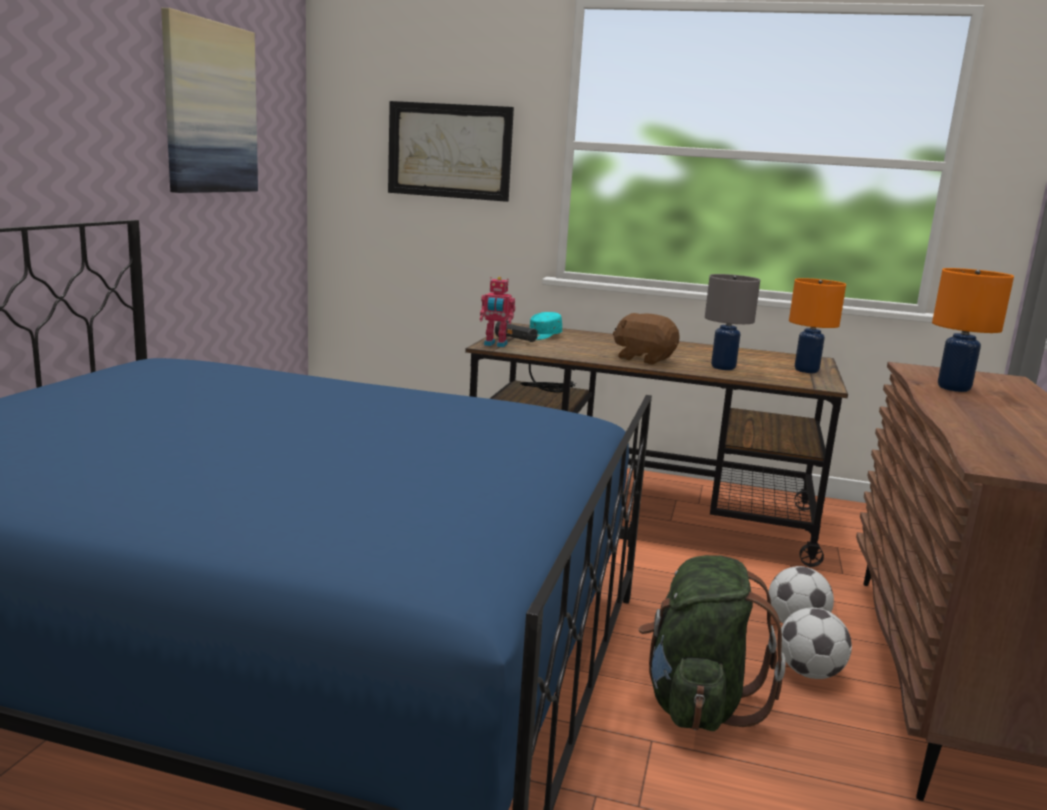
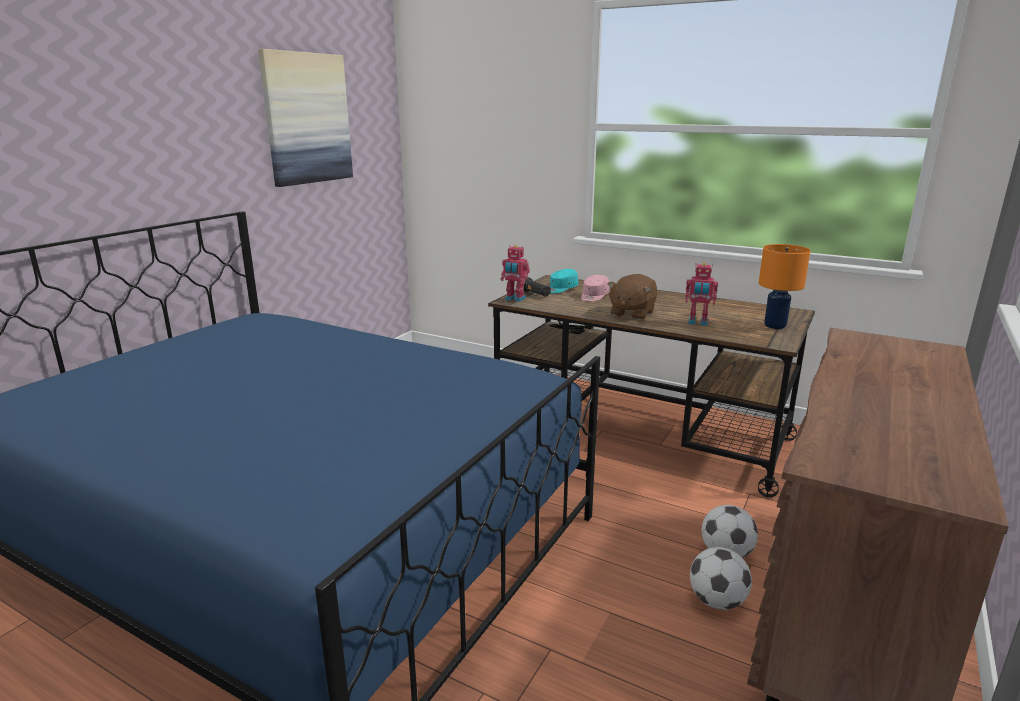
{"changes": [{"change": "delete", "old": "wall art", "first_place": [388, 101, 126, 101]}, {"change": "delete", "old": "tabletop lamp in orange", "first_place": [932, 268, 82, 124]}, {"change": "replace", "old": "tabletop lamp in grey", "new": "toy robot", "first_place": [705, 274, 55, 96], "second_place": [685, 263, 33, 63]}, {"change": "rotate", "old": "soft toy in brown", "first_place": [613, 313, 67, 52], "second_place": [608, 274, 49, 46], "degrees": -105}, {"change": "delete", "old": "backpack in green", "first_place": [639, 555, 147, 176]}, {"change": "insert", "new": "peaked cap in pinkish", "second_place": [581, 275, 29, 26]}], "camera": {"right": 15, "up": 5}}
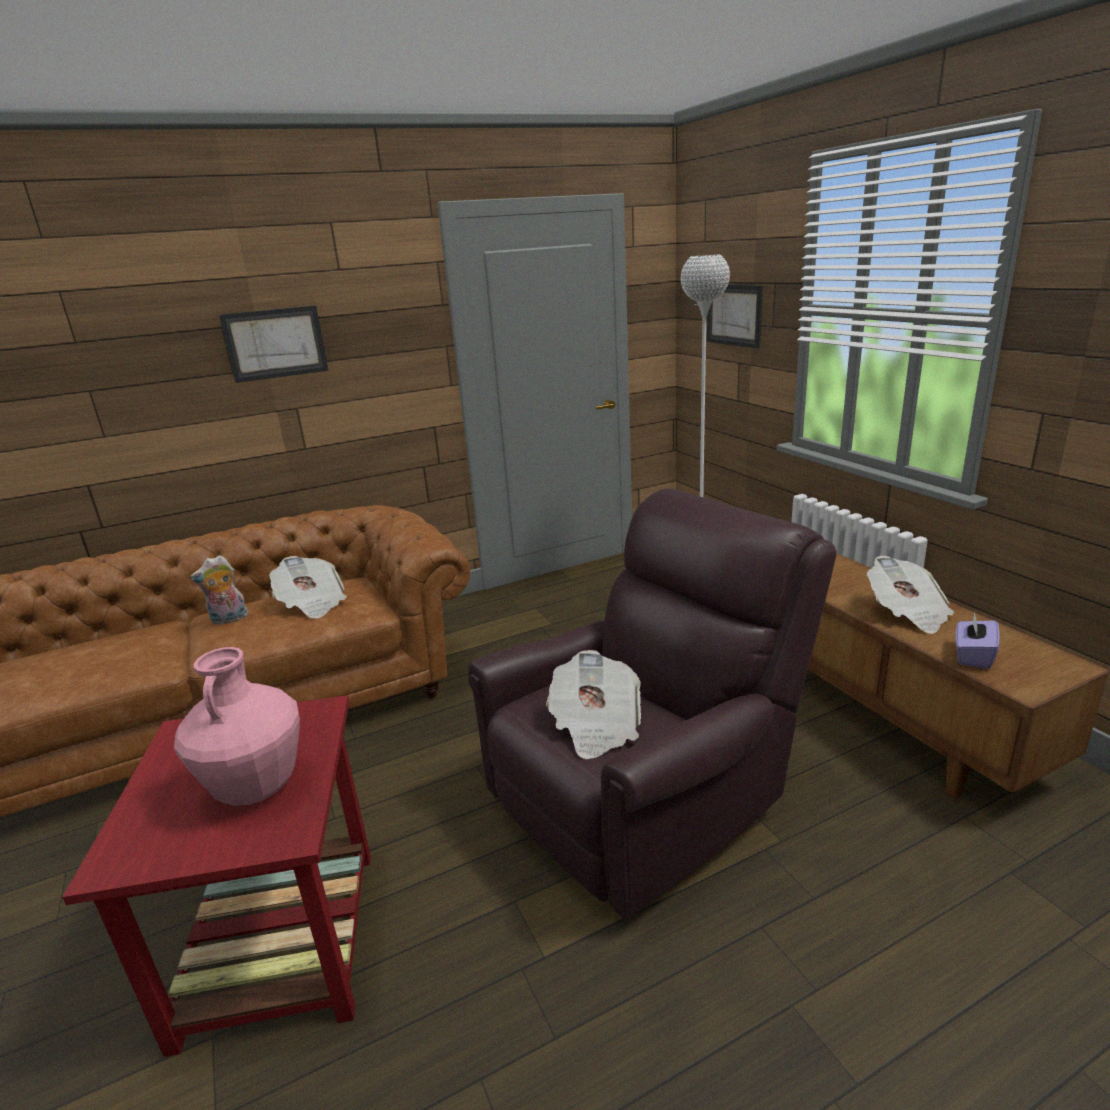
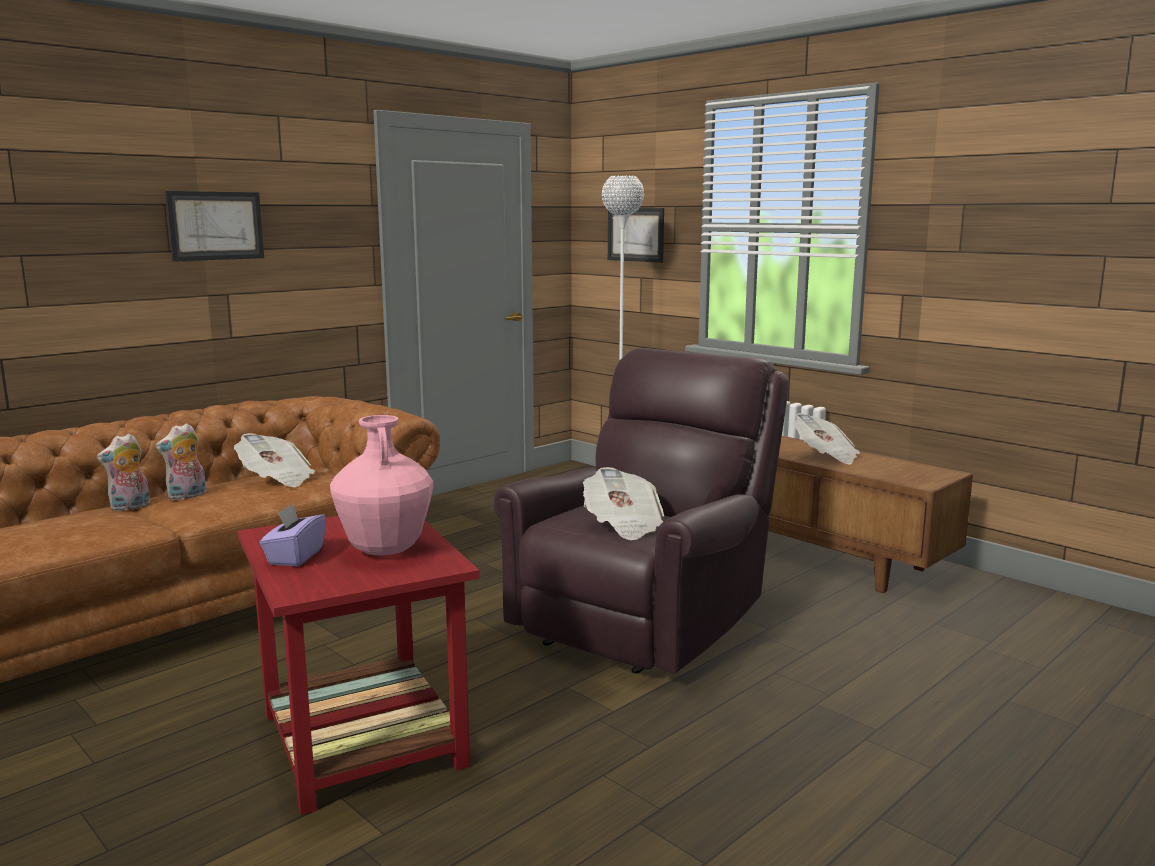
{"changes": [{"change": "move", "old": "tissue box in purple-coloured", "first_place": [956, 612, 44, 57], "second_place": [260, 504, 66, 62]}, {"change": "insert", "new": "soft toy", "second_place": [97, 434, 53, 77]}], "camera": {"right": -20, "up": -10}}
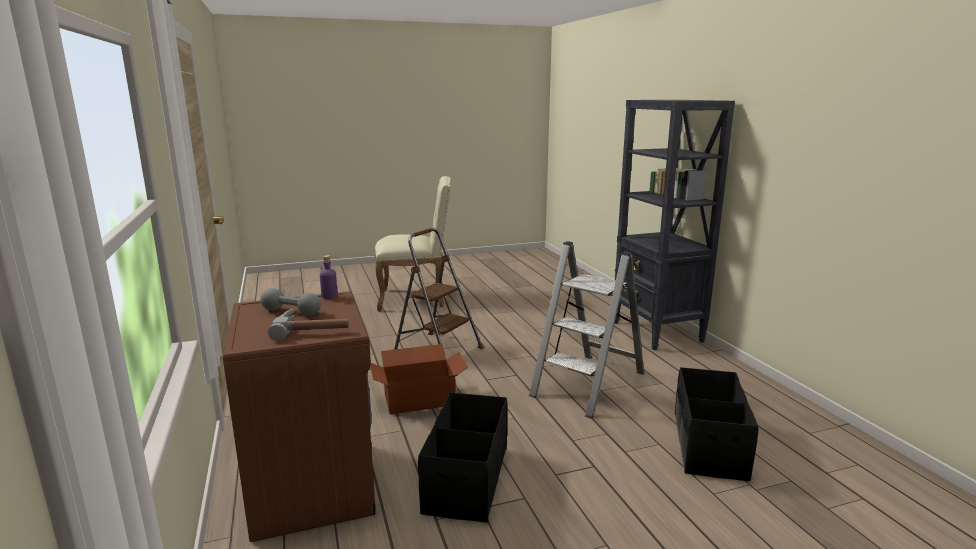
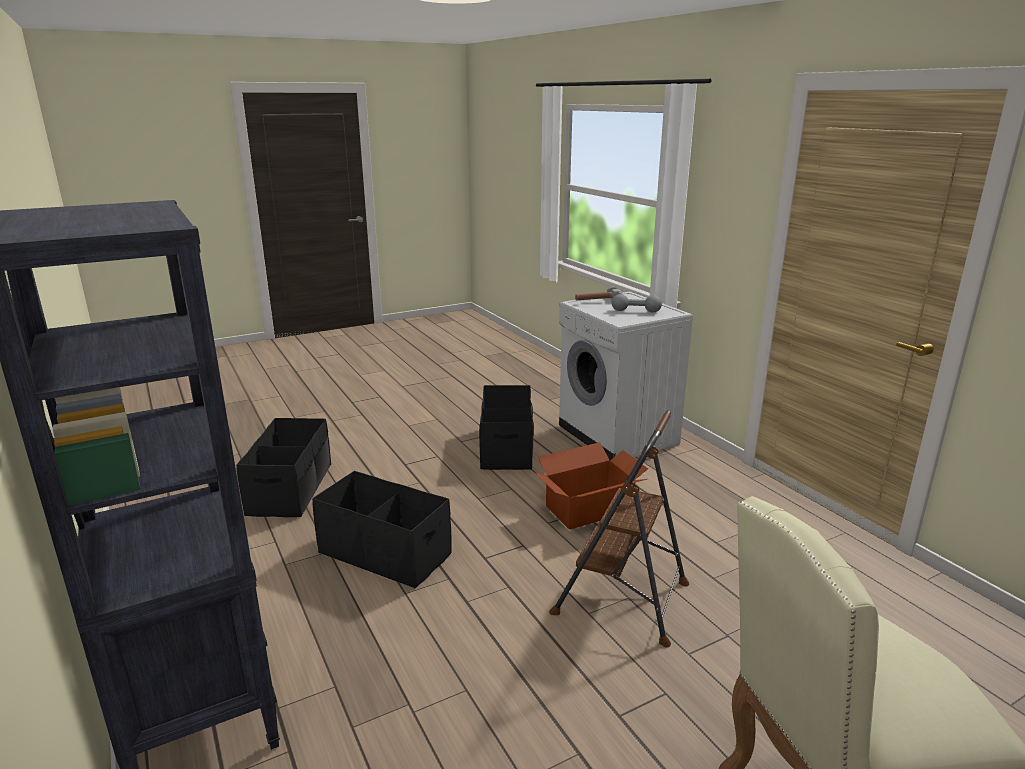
{"changes": [{"change": "replace", "old": "step stool in grey", "new": "storage container in blackish", "first_place": [529, 241, 115, 178], "second_place": [312, 471, 140, 118]}, {"change": "delete", "old": "bottle in purple-coloured", "first_place": [320, 255, 18, 44]}, {"change": "recolor", "old": "washing machine in brown", "new": "washing machine in white-coloured", "first_place": [223, 291, 153, 251], "second_place": [559, 291, 134, 169]}], "camera": {"right": 170, "up": 5}}
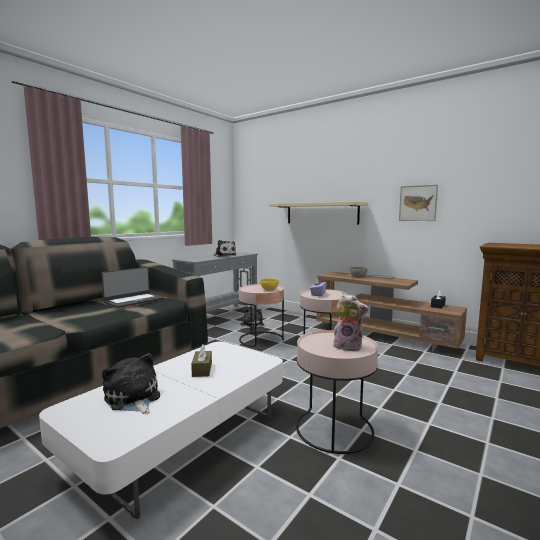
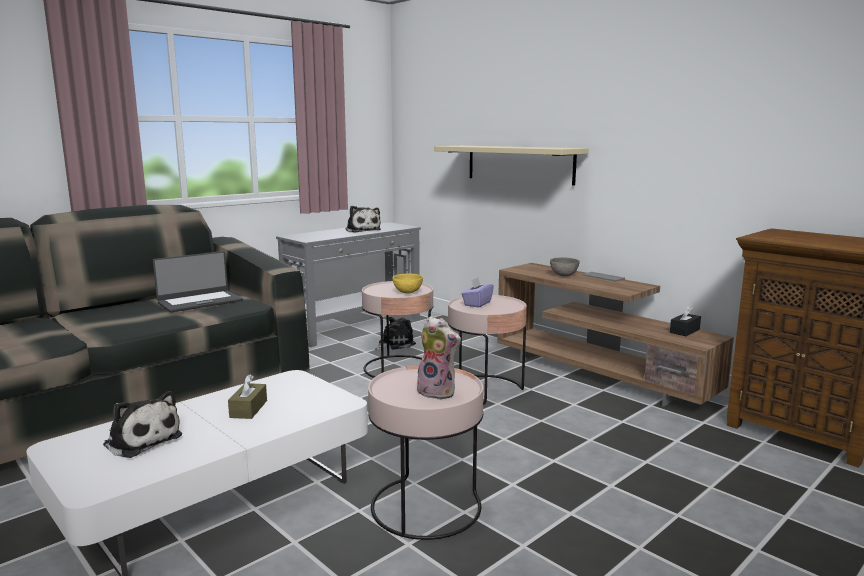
{"changes": [{"change": "delete", "old": "wall art", "first_place": [399, 185, 39, 36]}, {"change": "rotate", "old": "soft toy", "first_place": [102, 353, 58, 61], "second_place": [103, 391, 79, 67], "degrees": 150}], "camera": {"right": 10, "up": 5}}
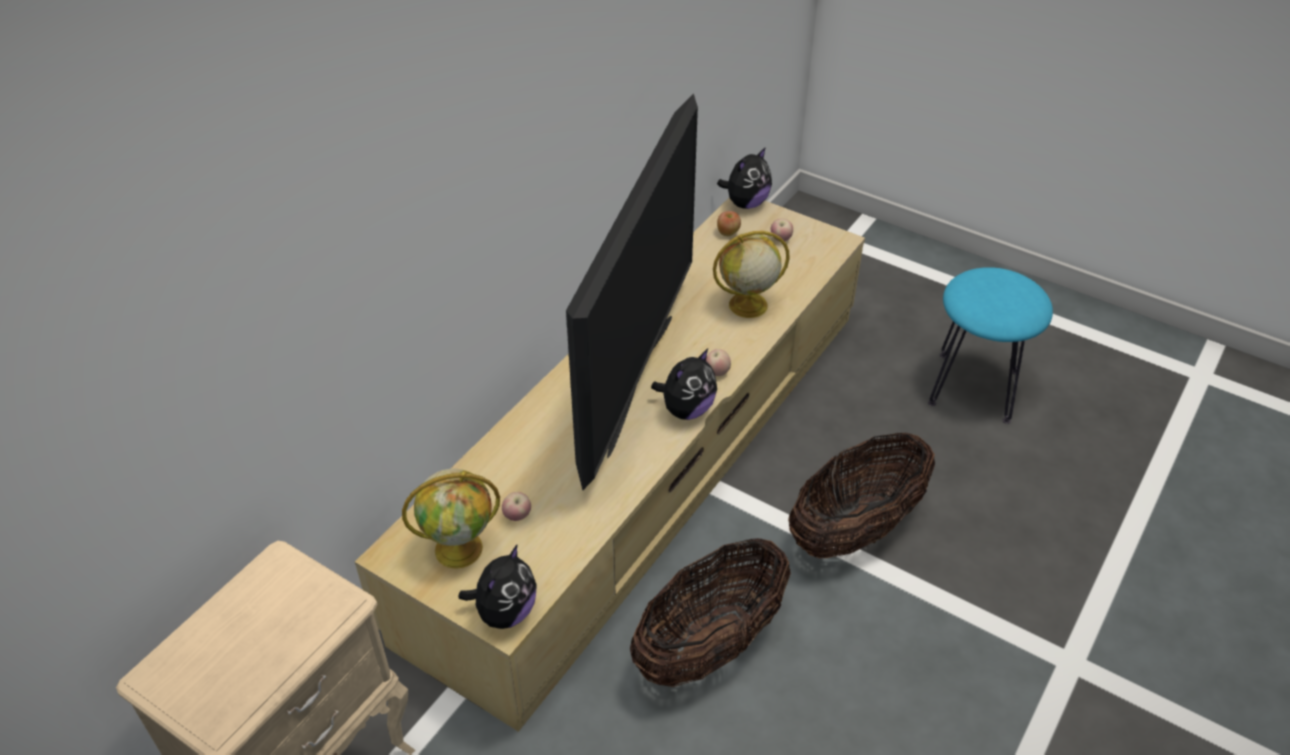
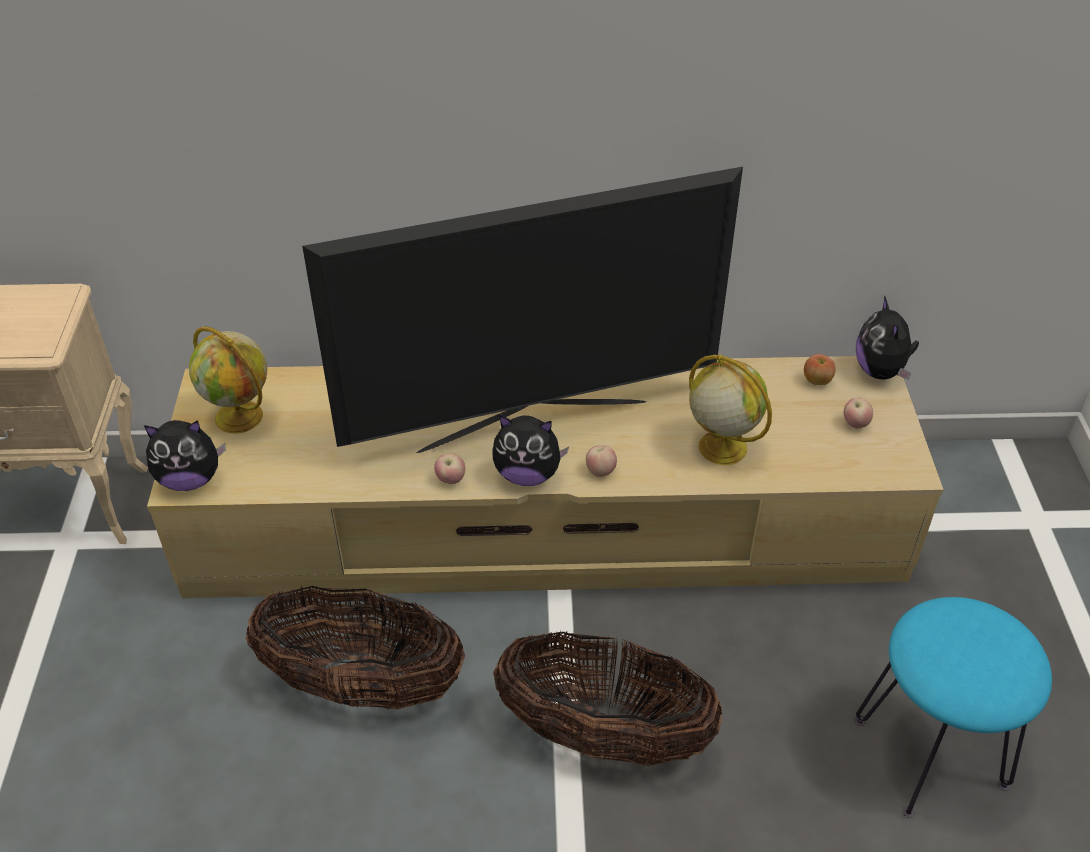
{"changes": [{"change": "rotate", "old": "soft toy", "first_place": [717, 147, 55, 62], "second_place": [856, 296, 63, 84], "degrees": 75}, {"change": "move", "old": "apple fruit", "first_place": [502, 492, 29, 29], "second_place": [434, 453, 31, 31]}], "camera": {"right": 55, "up": 0}}
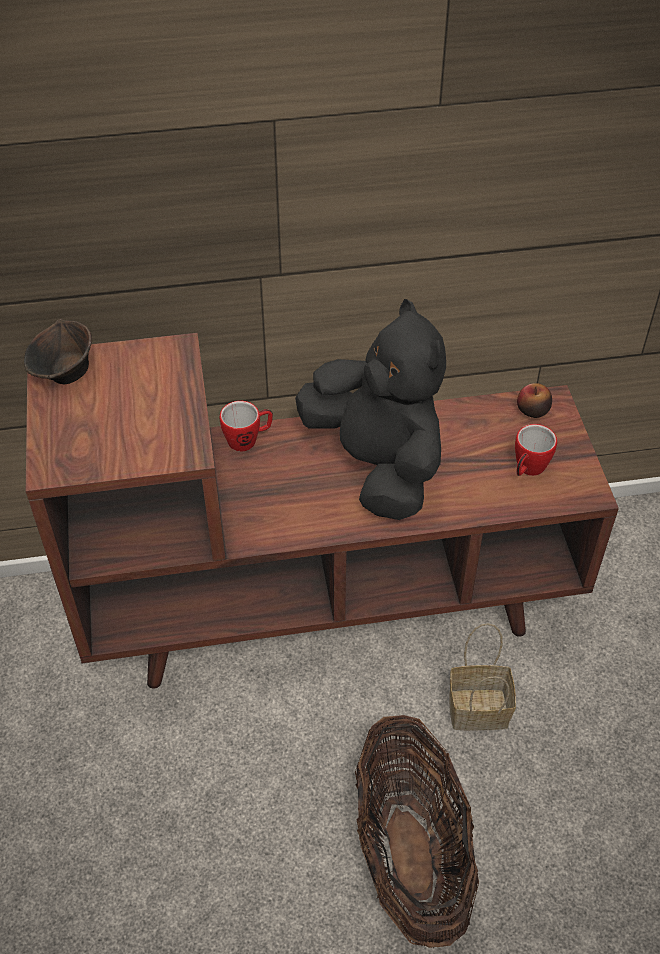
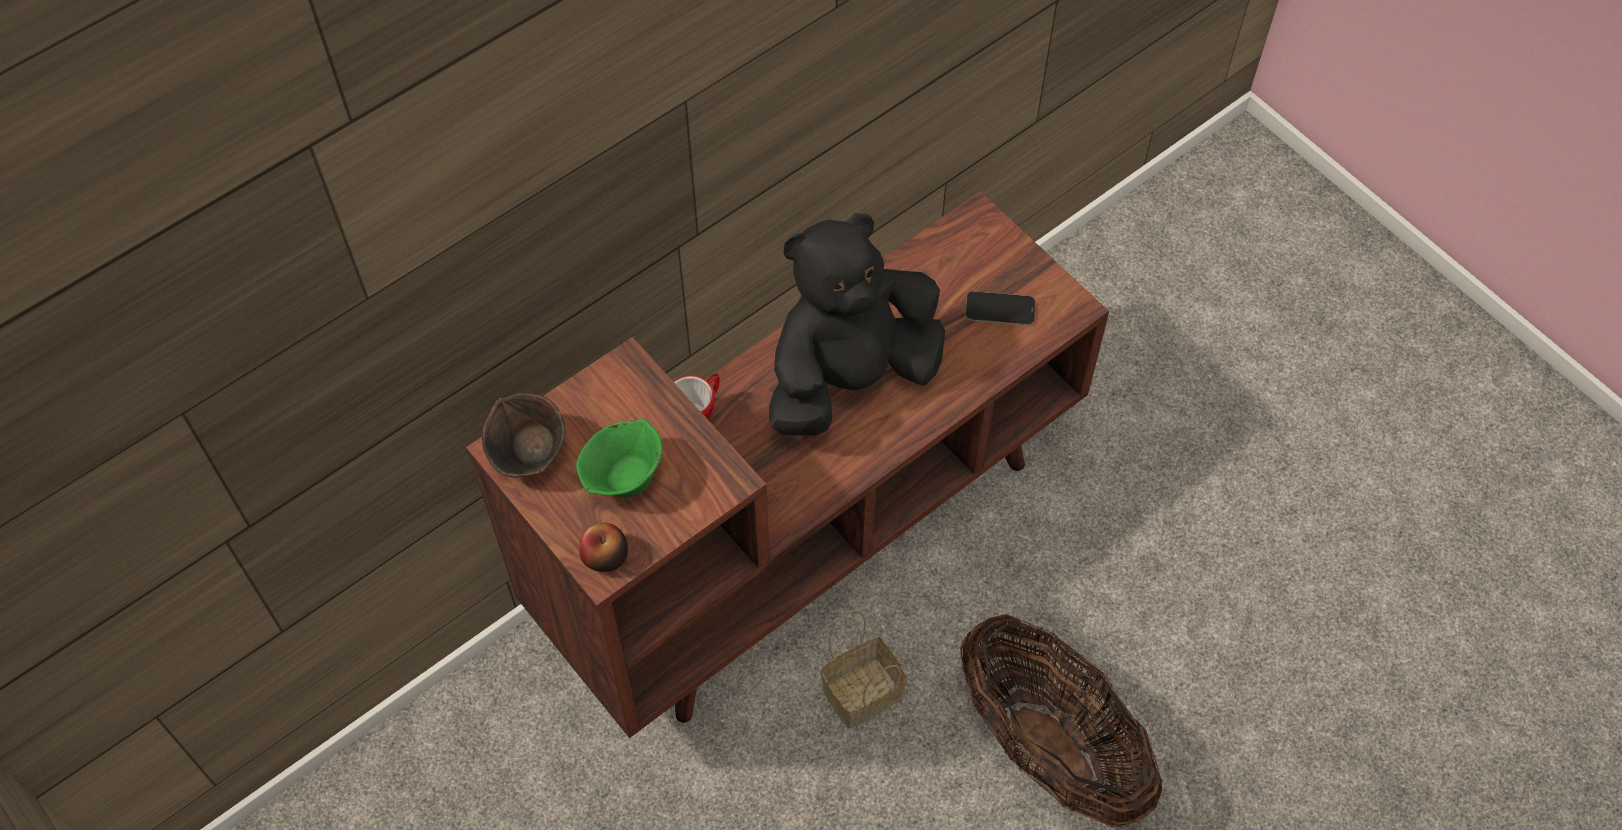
{"changes": [{"change": "rotate", "old": "soft toy in blackish", "first_place": [295, 299, 151, 221], "second_place": [769, 213, 176, 223], "degrees": -60}, {"change": "move", "old": "apple fruit", "first_place": [517, 383, 35, 35], "second_place": [579, 523, 49, 49]}, {"change": "replace", "old": "coffee mug", "new": "handset", "first_place": [515, 424, 42, 52], "second_place": [966, 292, 69, 33]}, {"change": "move", "old": "household basket", "first_place": [449, 623, 67, 108], "second_place": [820, 610, 87, 119]}, {"change": "insert", "new": "serving bowl in green", "second_place": [576, 418, 87, 79]}], "camera": {"right": -30, "up": 10}}
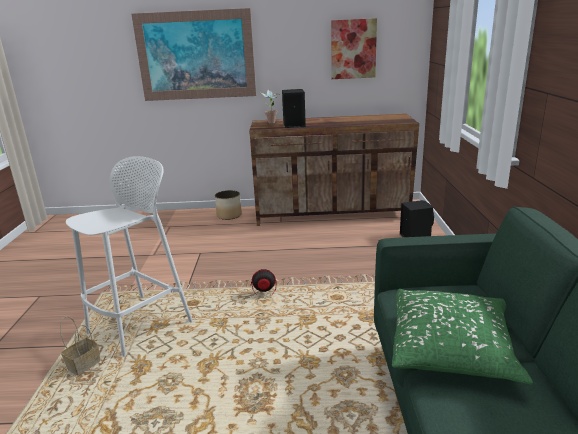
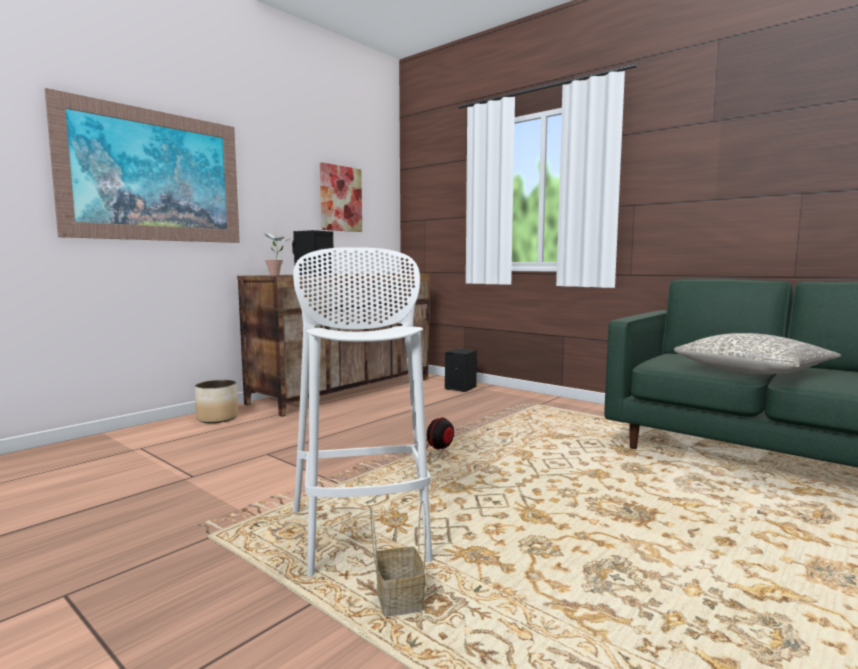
{"changes": [{"change": "recolor", "old": "pillow in green", "new": "pillow in grey", "first_place": [392, 289, 141, 96], "second_place": [674, 333, 167, 41]}], "camera": {"right": -50, "up": -15}}
